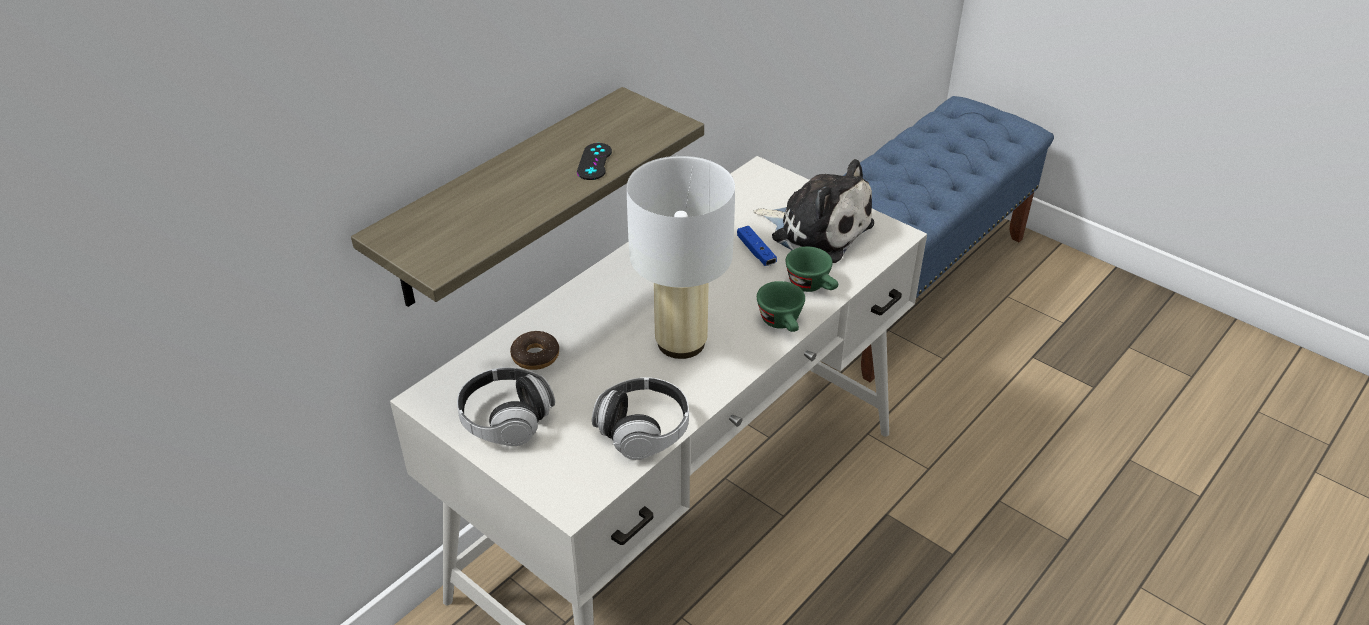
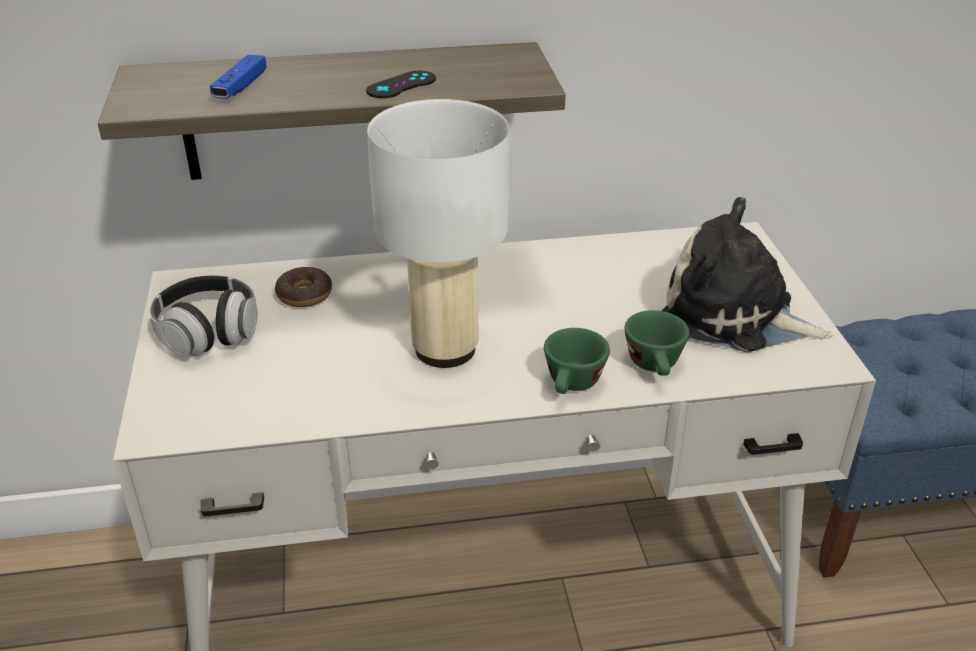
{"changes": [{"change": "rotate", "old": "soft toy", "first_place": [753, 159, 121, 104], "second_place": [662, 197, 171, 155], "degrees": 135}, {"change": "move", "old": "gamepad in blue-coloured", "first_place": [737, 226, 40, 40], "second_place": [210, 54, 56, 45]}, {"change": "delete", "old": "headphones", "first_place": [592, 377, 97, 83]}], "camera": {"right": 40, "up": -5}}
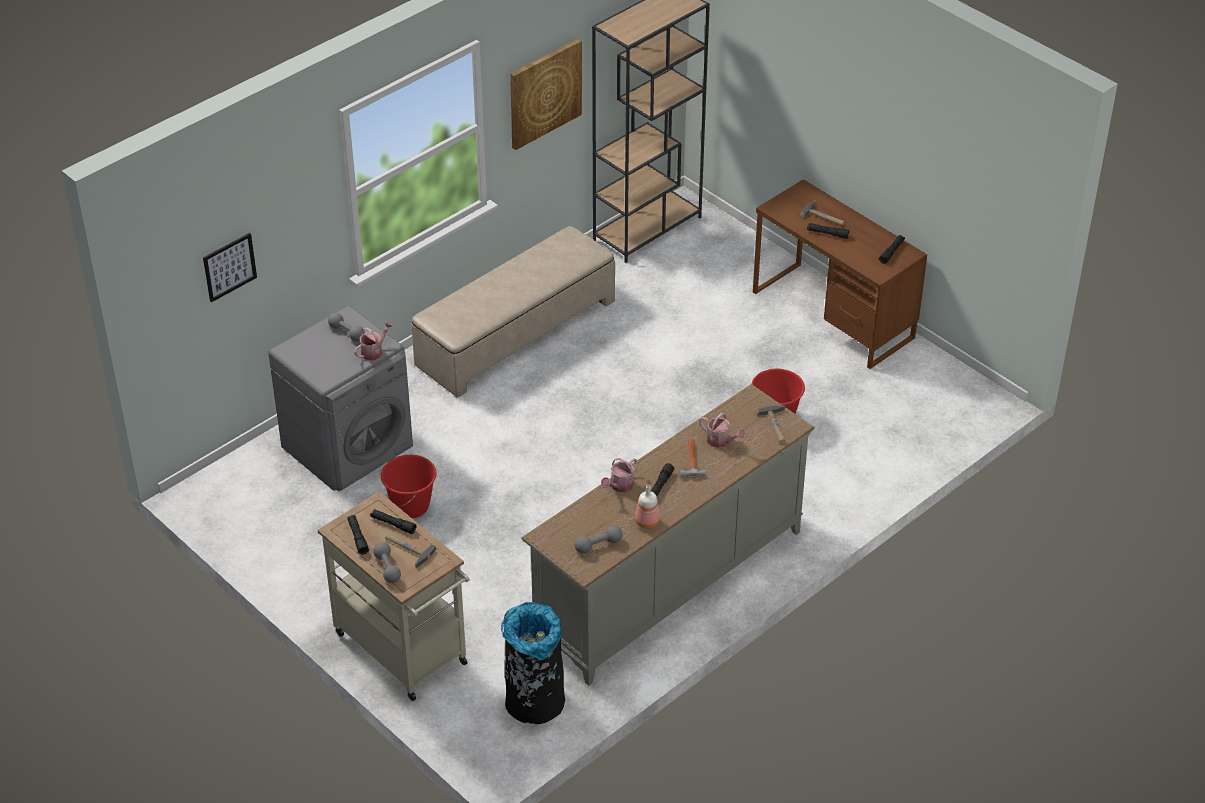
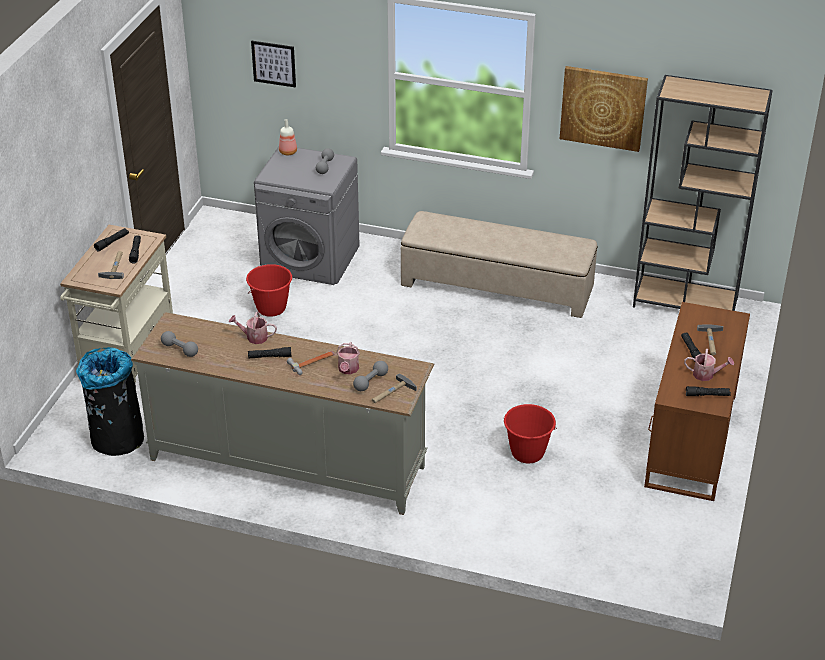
{"changes": [{"change": "move", "old": "sprinkling can", "first_place": [354, 321, 39, 40], "second_place": [684, 349, 50, 32]}, {"change": "move", "old": "bottle", "first_place": [635, 485, 25, 44], "second_place": [279, 119, 18, 36]}, {"change": "move", "old": "dumbbell in grey", "first_place": [373, 542, 28, 41], "second_place": [353, 361, 35, 30]}], "camera": {"right": 60, "up": -5}}
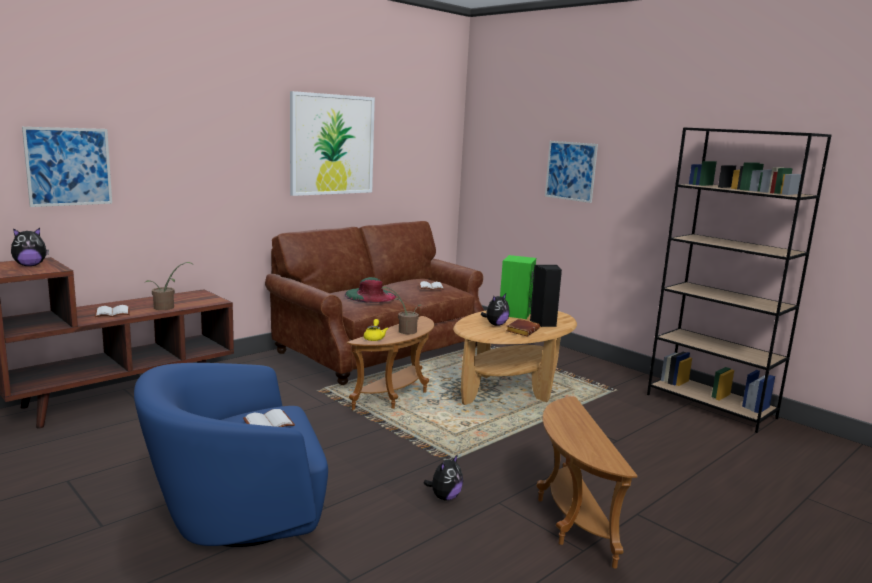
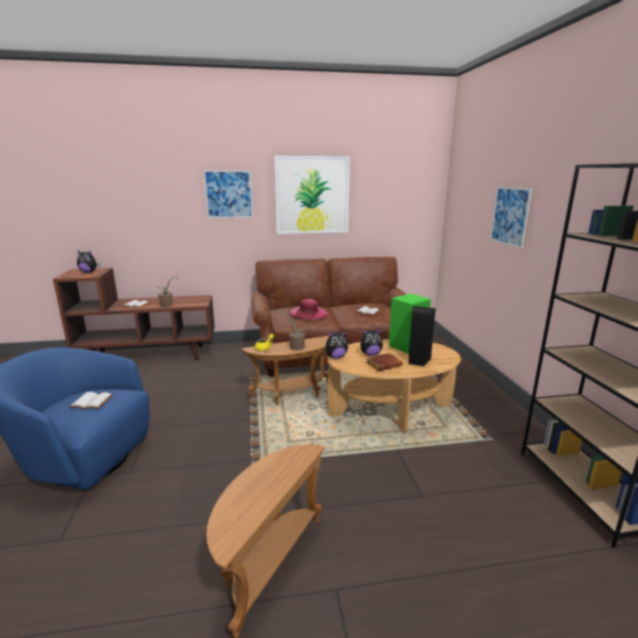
{"changes": [{"change": "move", "old": "wall art", "first_place": [22, 127, 90, 80], "second_place": [203, 170, 50, 48]}, {"change": "recolor", "old": "hat in green", "new": "hat in pinkish", "first_place": [345, 277, 51, 26], "second_place": [289, 299, 39, 21]}, {"change": "move", "old": "soft toy", "first_place": [424, 454, 39, 46], "second_place": [326, 331, 22, 28]}], "camera": {"right": 35, "up": 5}}
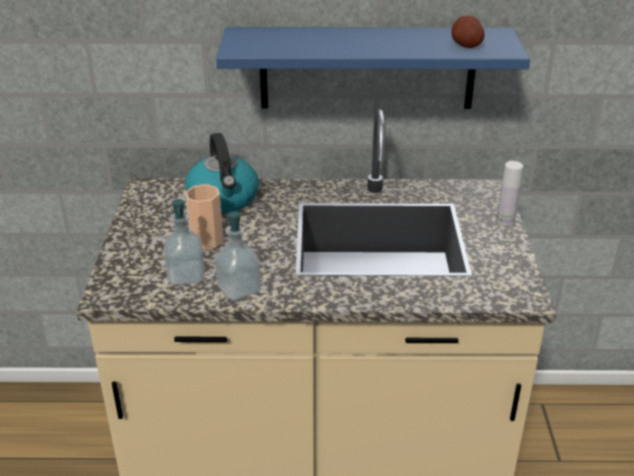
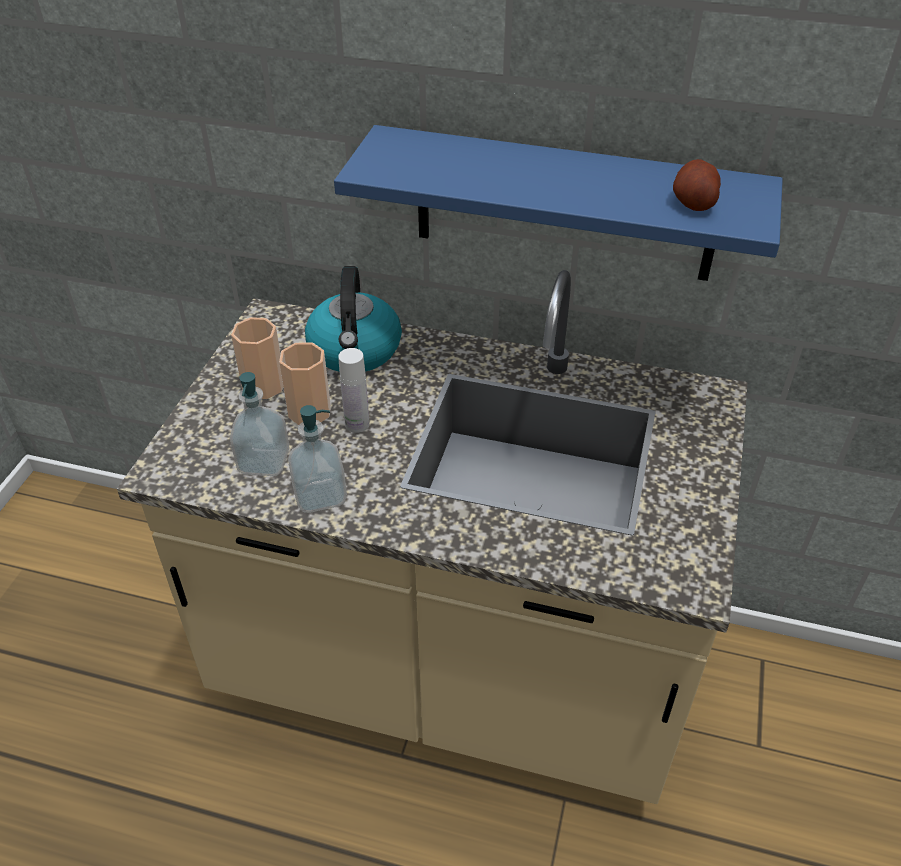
{"changes": [{"change": "move", "old": "bottle in white-coloured", "first_place": [496, 161, 27, 66], "second_place": [338, 348, 32, 85]}, {"change": "insert", "new": "drinking cup", "second_place": [231, 317, 52, 82]}], "camera": {"right": 15, "up": 10}}
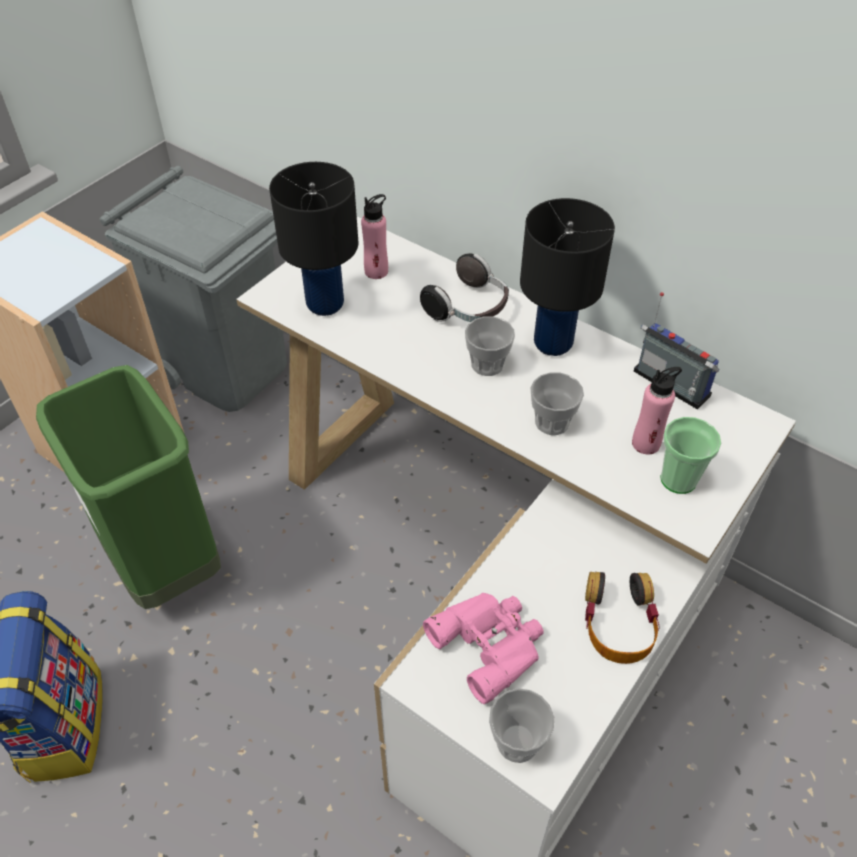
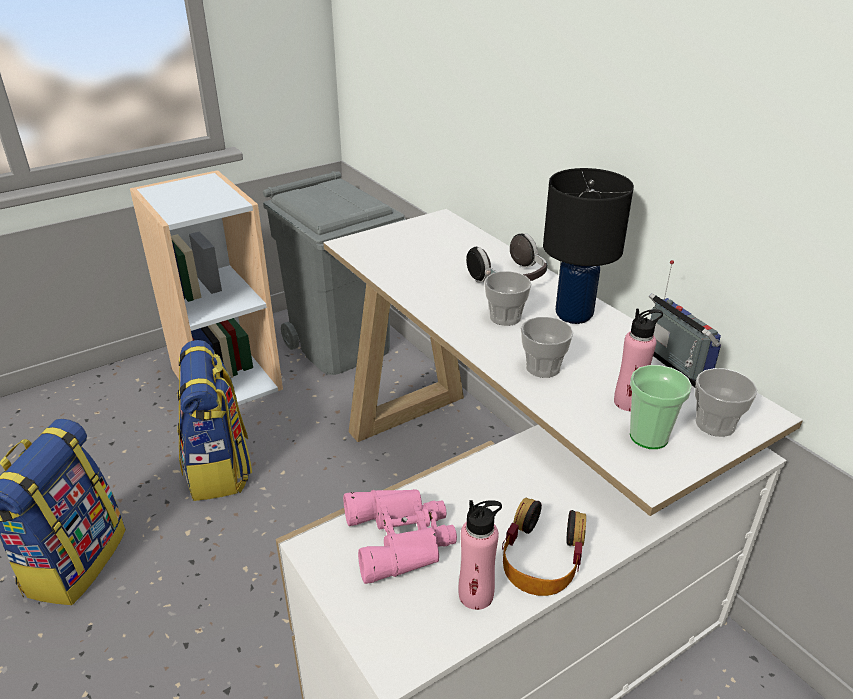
{"changes": [{"change": "delete", "old": "tabletop lamp in blackish", "first_place": [269, 162, 89, 154]}, {"change": "move", "old": "bottle in pinkish", "first_place": [361, 194, 27, 85], "second_place": [458, 500, 44, 110]}, {"change": "replace", "old": "trash can in green", "new": "backpack", "first_place": [36, 365, 185, 244], "second_place": [177, 340, 75, 161]}, {"change": "move", "old": "drinking cup", "first_place": [489, 688, 66, 75], "second_place": [695, 368, 62, 69]}], "camera": {"right": 20, "up": -15}}
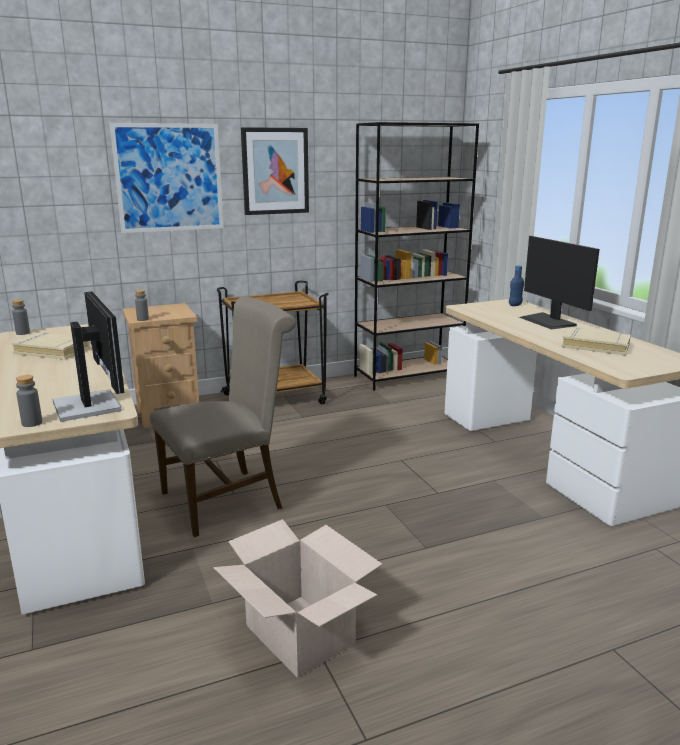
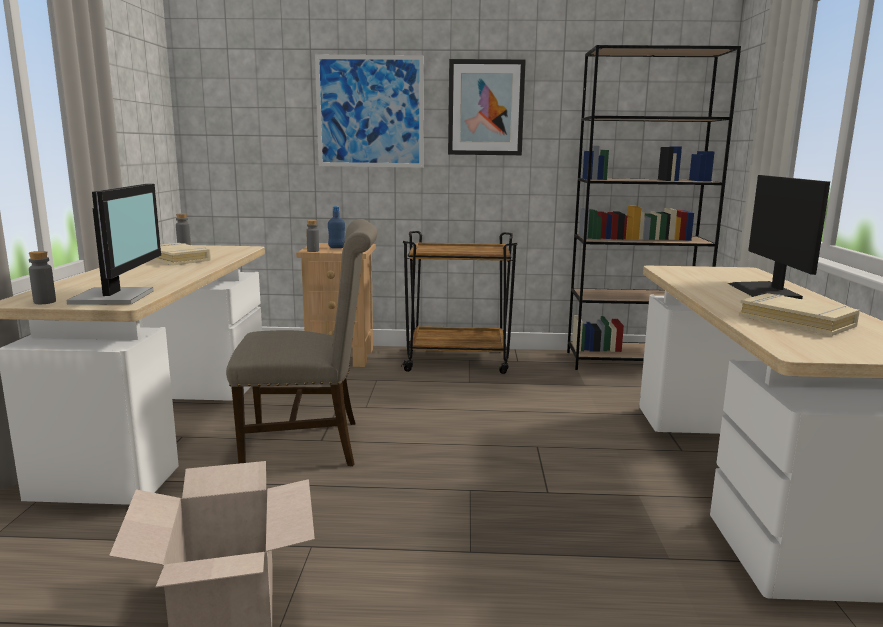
{"changes": [{"change": "move", "old": "bottle in blue-coloured", "first_place": [509, 265, 15, 41], "second_place": [328, 206, 17, 42]}], "camera": {"right": 25, "up": -5}}
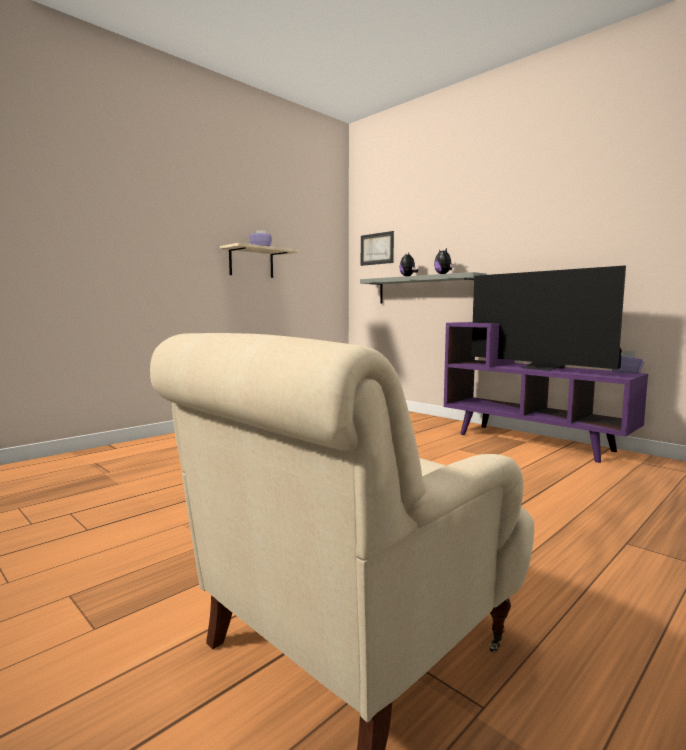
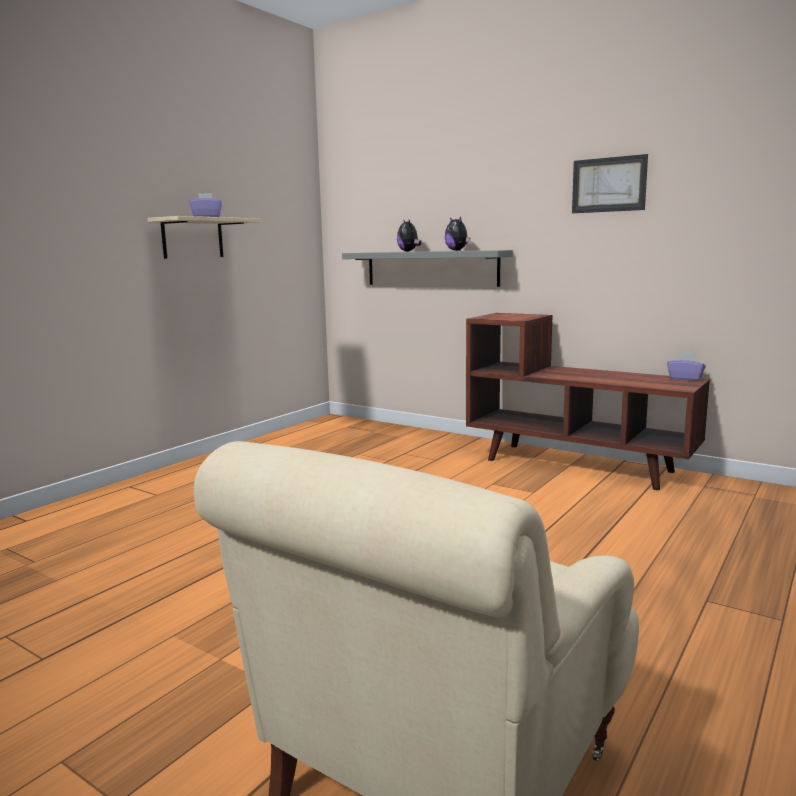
{"changes": [{"change": "move", "old": "wall art", "first_place": [361, 231, 33, 35], "second_place": [572, 154, 76, 59]}, {"change": "delete", "old": "TV set", "first_place": [471, 265, 155, 106]}, {"change": "recolor", "old": "tv unit in purple-coloured", "new": "tv unit in brown", "first_place": [444, 322, 204, 141], "second_place": [466, 313, 244, 177]}], "camera": {"right": -10, "up": 5}}
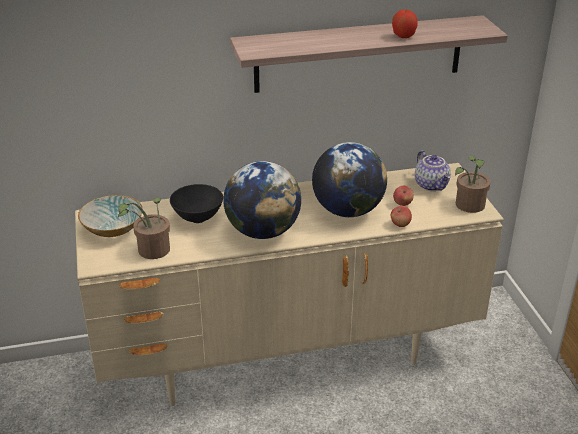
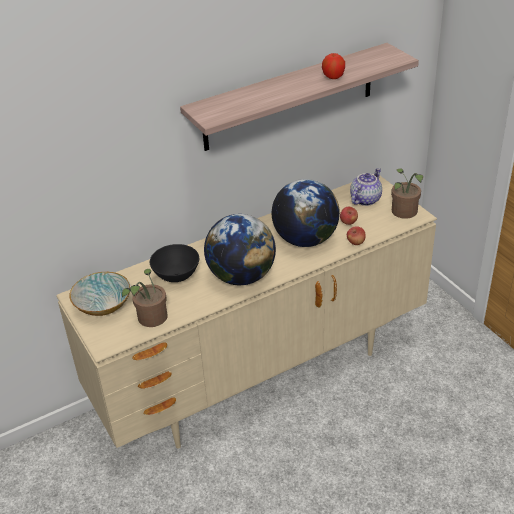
{"changes": [{"change": "rotate", "old": "teapot", "first_place": [415, 150, 36, 41], "second_place": [350, 168, 32, 38], "degrees": -105}], "camera": {"right": -15, "up": 5}}
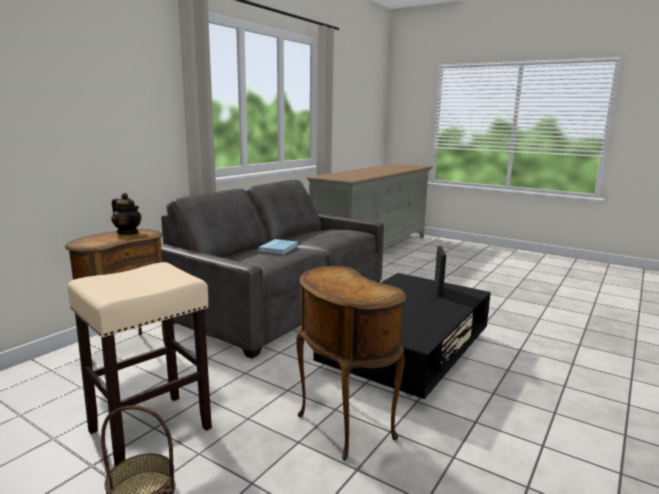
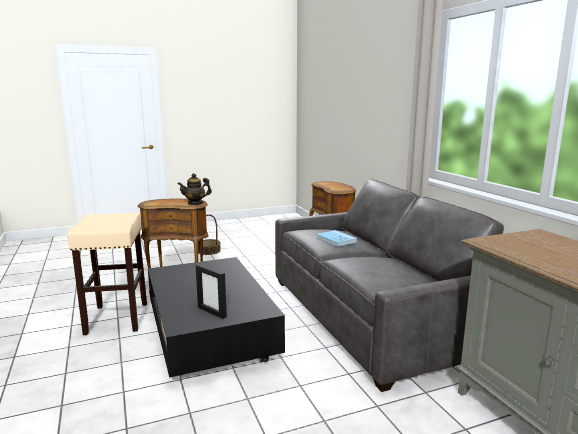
{"changes": [{"change": "move", "old": "teapot", "first_place": [111, 193, 31, 41], "second_place": [178, 173, 34, 32]}, {"change": "move", "old": "stool seat in sand-coloured", "first_place": [67, 262, 145, 204], "second_place": [67, 213, 80, 122]}], "camera": {"right": 125, "up": 0}}
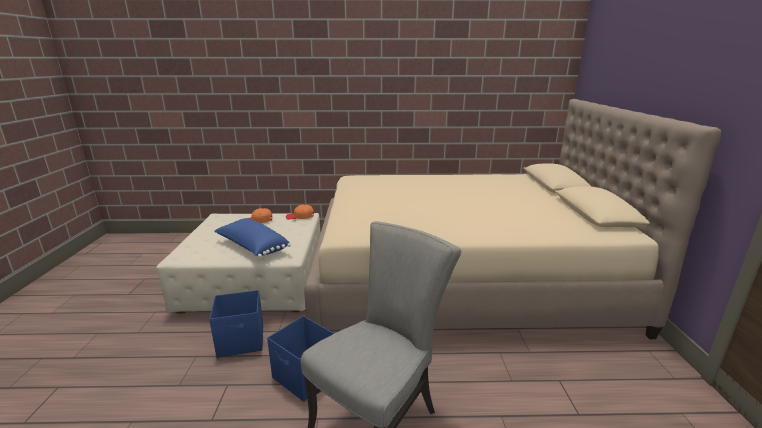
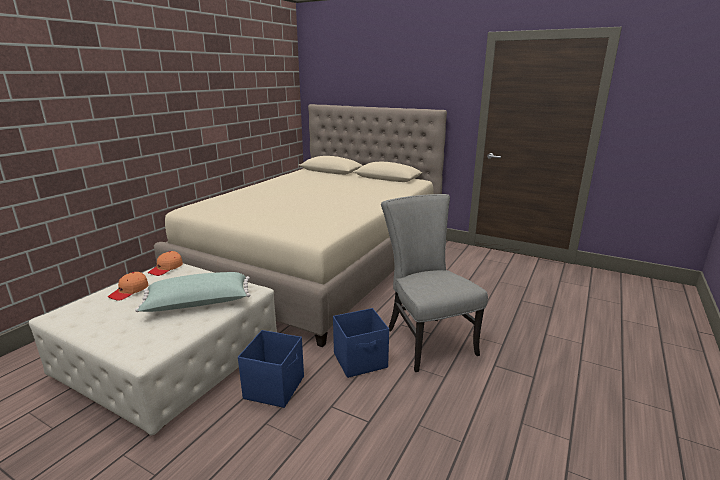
{"changes": [{"change": "recolor", "old": "pillow in blue-coloured", "new": "pillow in green", "first_place": [214, 218, 77, 40], "second_place": [135, 272, 115, 40]}], "camera": {"right": -60, "up": 0}}
